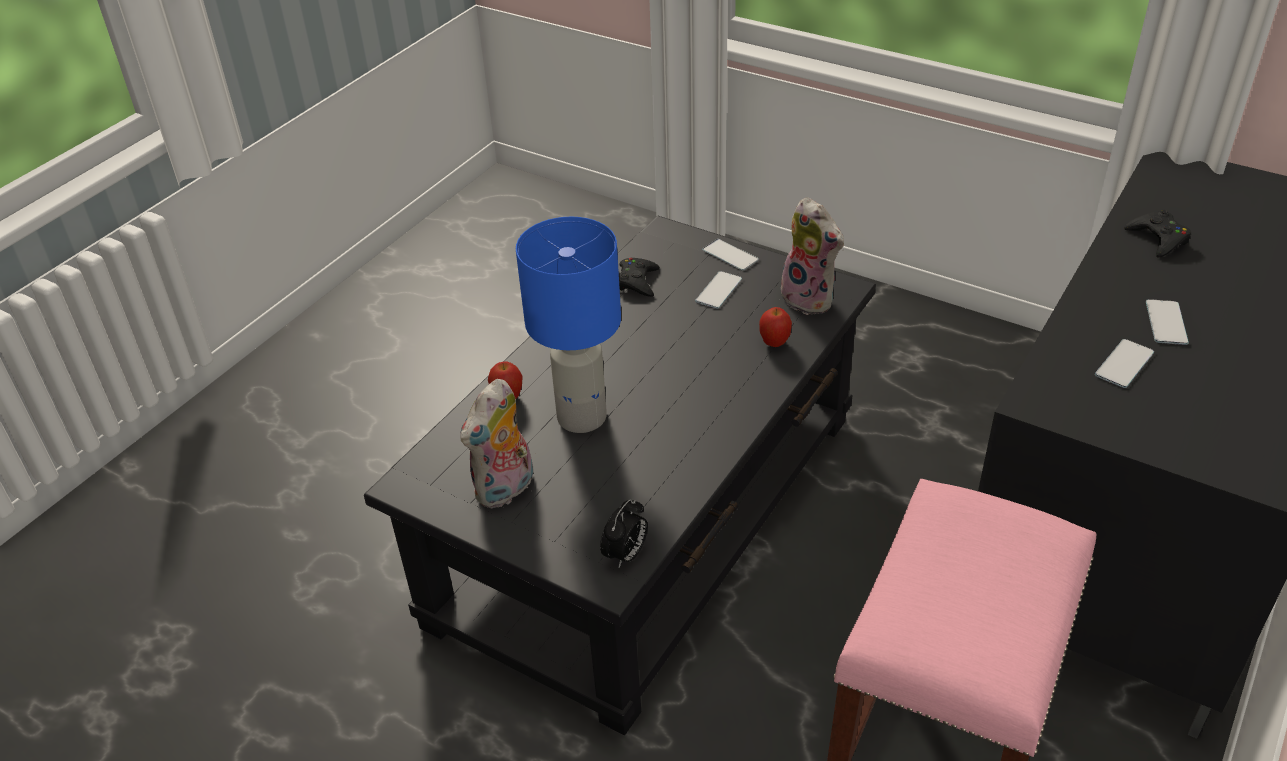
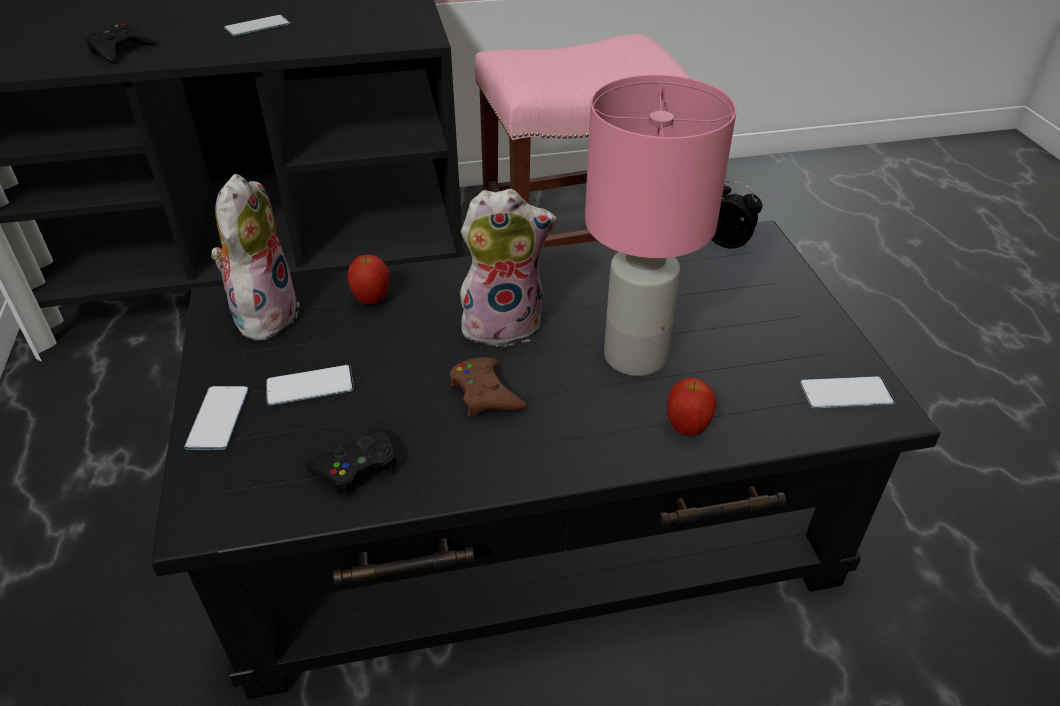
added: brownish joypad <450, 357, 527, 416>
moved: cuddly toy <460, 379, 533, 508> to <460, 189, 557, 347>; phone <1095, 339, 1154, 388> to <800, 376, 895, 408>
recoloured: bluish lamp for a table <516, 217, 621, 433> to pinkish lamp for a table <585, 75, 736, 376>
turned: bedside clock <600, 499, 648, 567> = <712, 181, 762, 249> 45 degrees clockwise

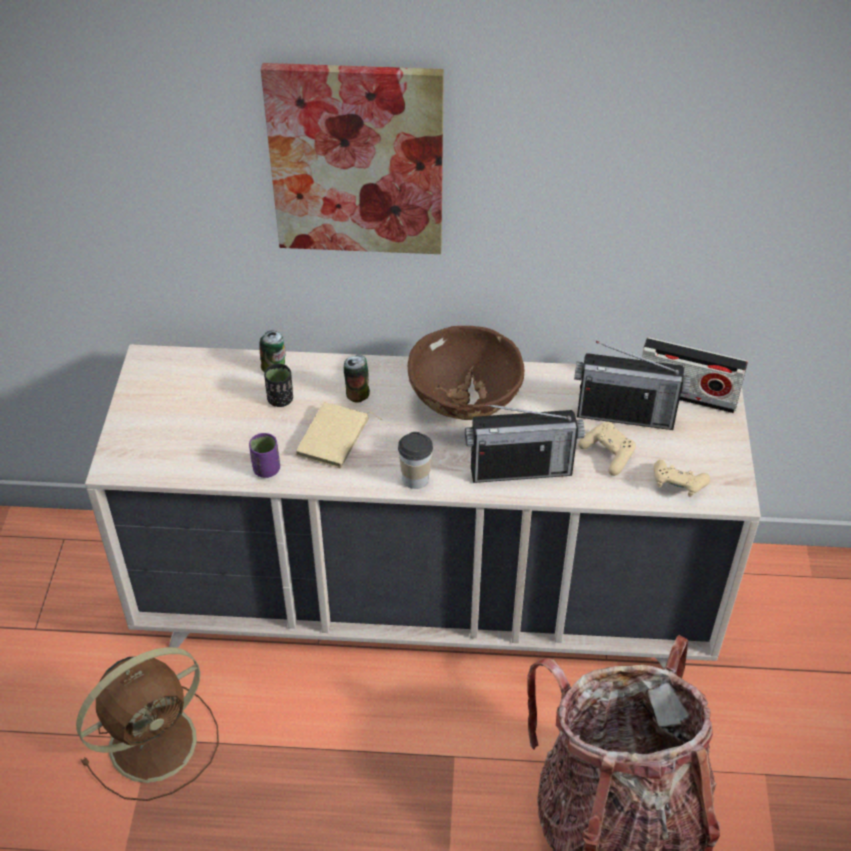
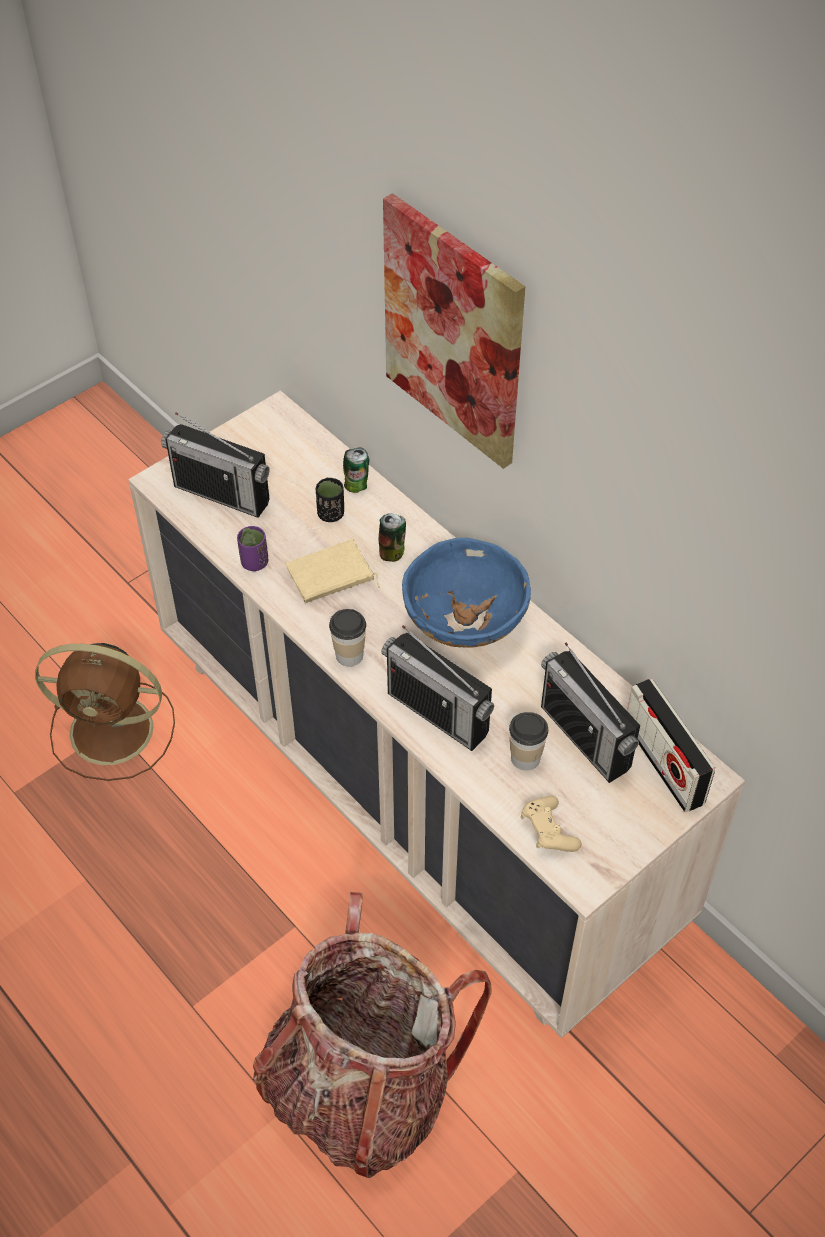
added: radio receiver <161, 413, 270, 518>
replaced: sand-coloured joypad <578, 422, 636, 476> to cup <509, 712, 548, 771>
recoloured: brownish serving bowl <407, 326, 524, 420> to bluish serving bowl <402, 538, 531, 648>

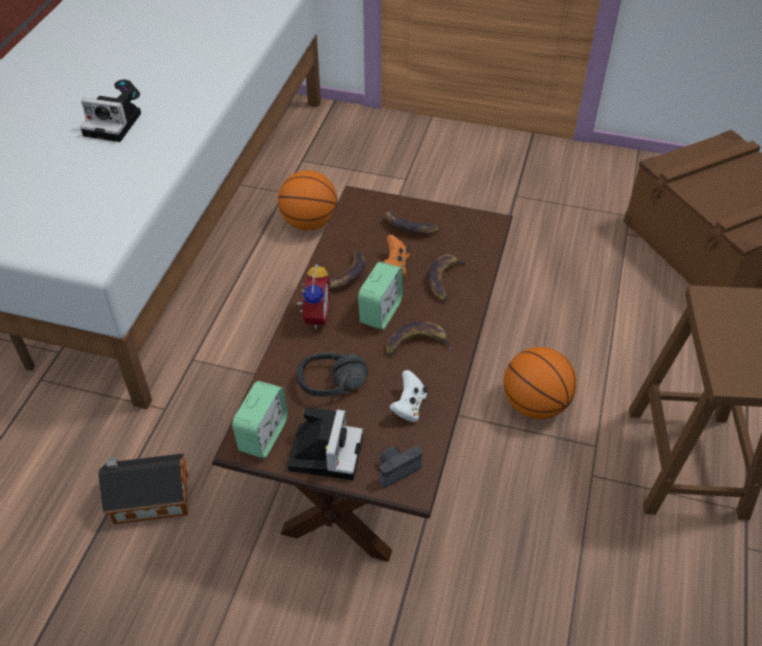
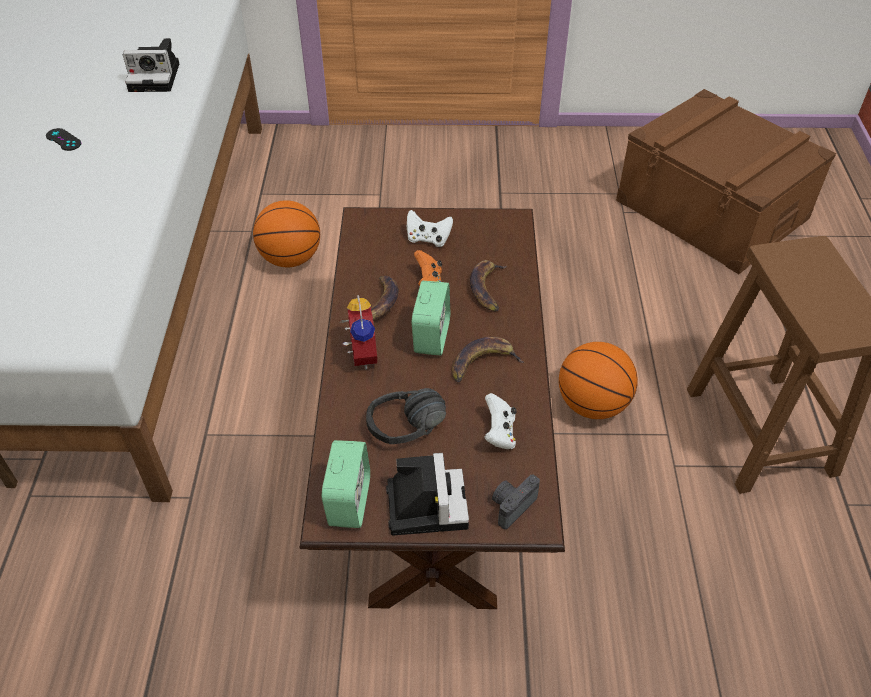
removed: model house <98, 453, 188, 524>
moved: photo camera <80, 90, 141, 142> to <123, 38, 179, 92>
replaced: whole banana <385, 208, 439, 234> to whitish joypad <407, 210, 453, 247>

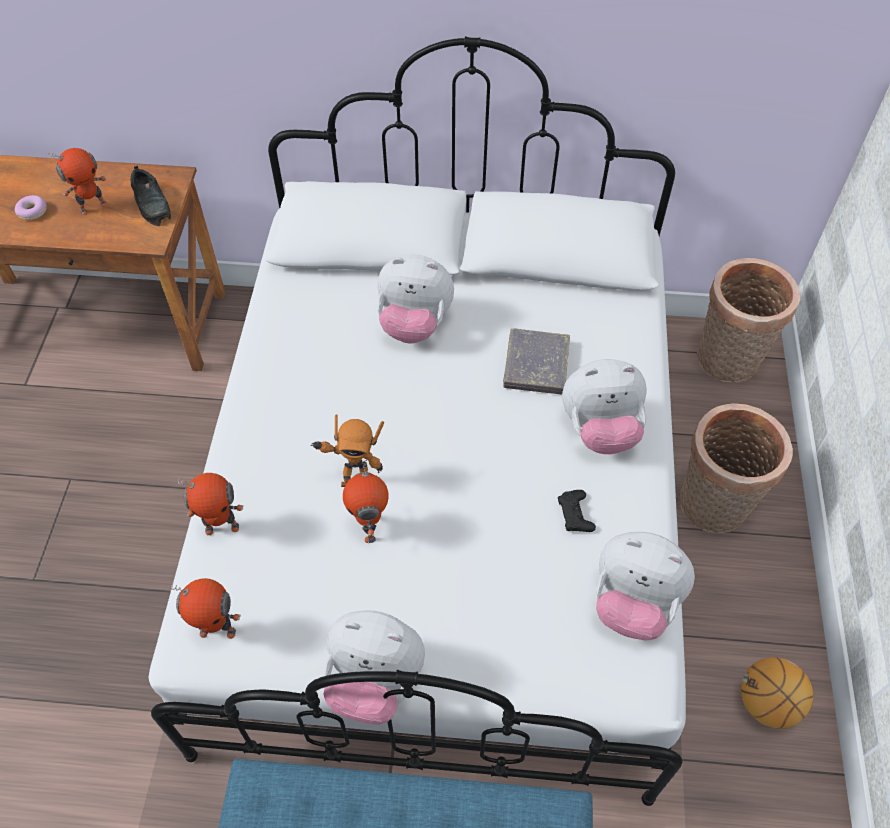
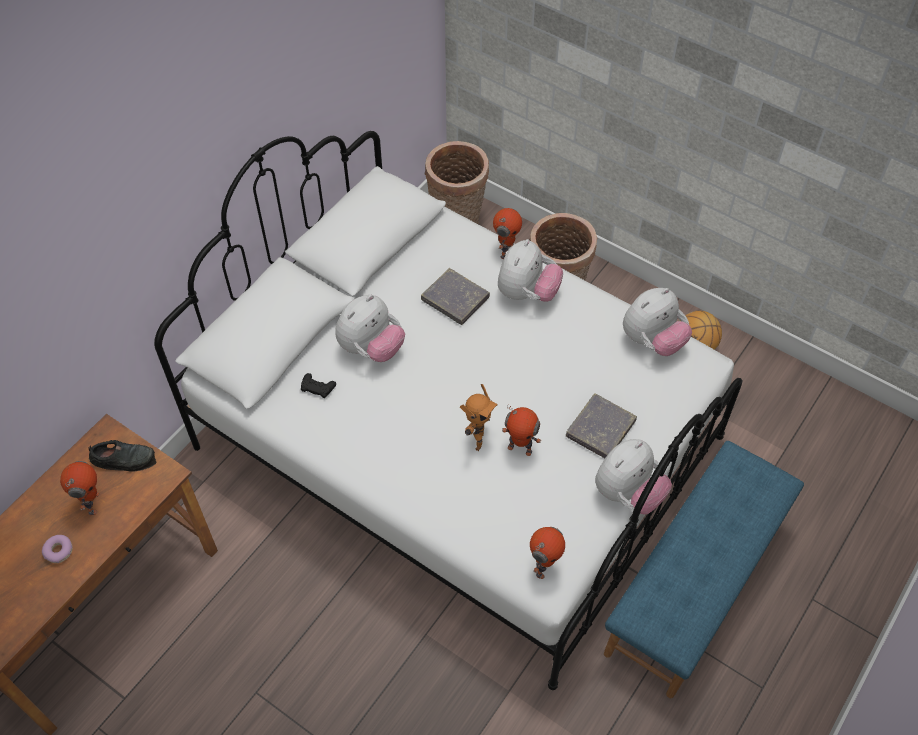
added: gray book <566, 393, 637, 458>
moved: model robot <178, 473, 243, 535> to <493, 208, 522, 259>; black joypad <558, 490, 596, 532> to <301, 373, 336, 398>

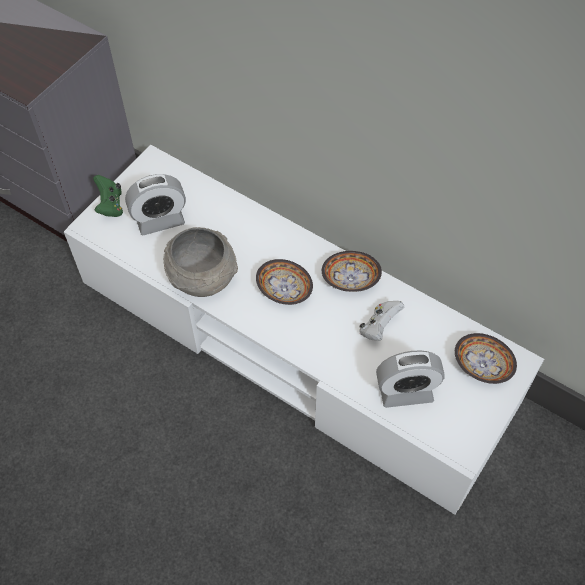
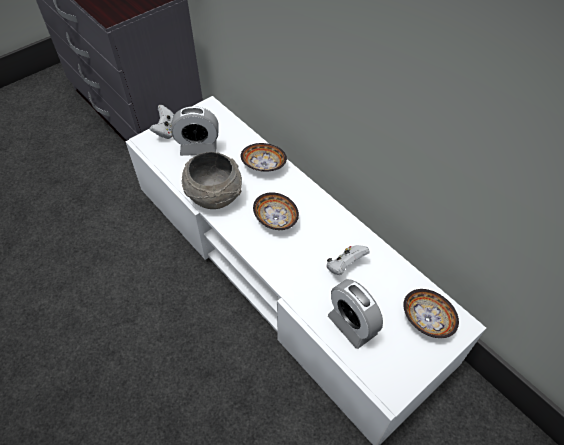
moved: serving bowl <322, 251, 382, 292> to <241, 143, 287, 172>
recoloured: greenish joypad <93, 175, 123, 217> to whitish joypad <150, 105, 175, 139>
turned: bedside clock <376, 350, 445, 408> = <328, 279, 383, 349> 45 degrees clockwise

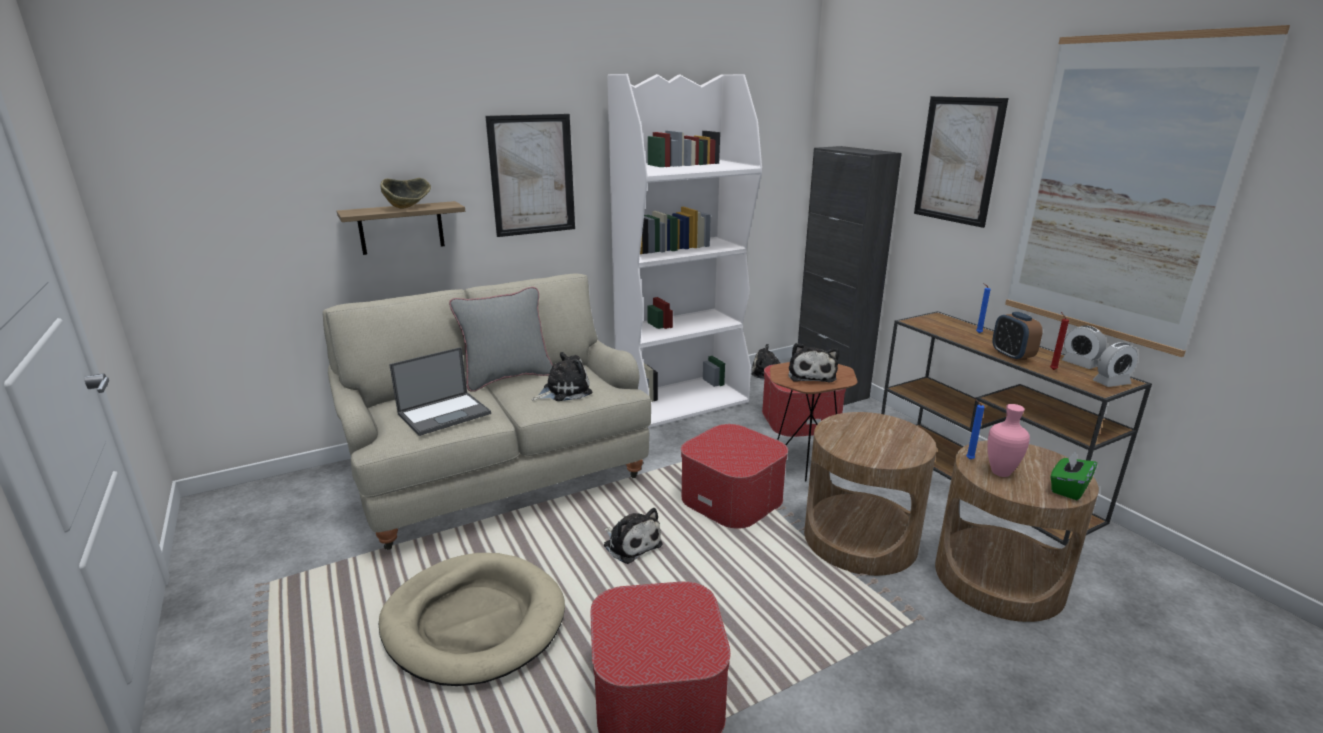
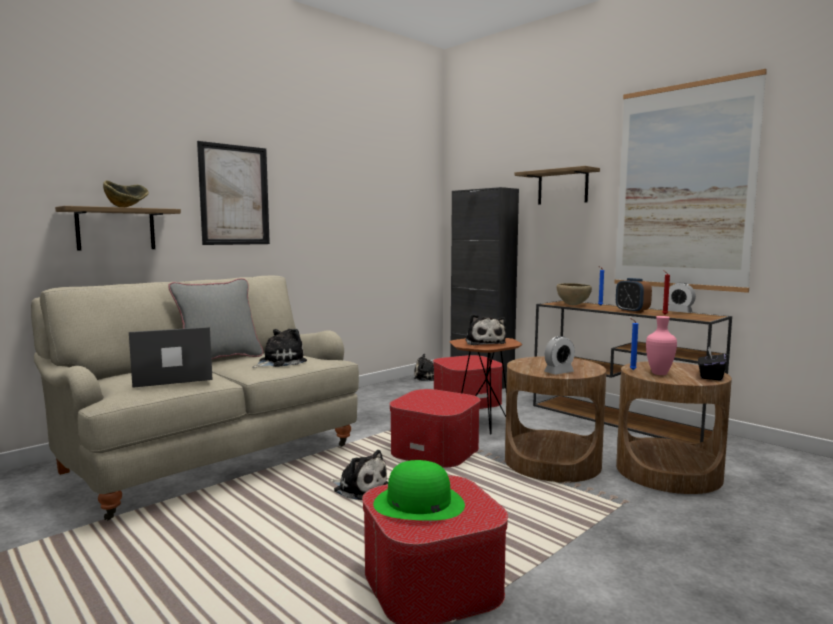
removed: sand-coloured dog cushion <378, 553, 565, 686>; whitish bookcase <607, 74, 762, 428>
added: greenish clothing hat <373, 460, 465, 521>; brownish serving bowl <556, 283, 592, 305>
moved: bedside clock <1093, 342, 1138, 387> to <544, 336, 575, 375>
replaced: wall picture <914, 96, 1009, 228> to bracket shelf <514, 166, 600, 204>
recoloured: greenish tissue box <1050, 450, 1097, 500> to black tissue box <698, 347, 726, 381>
turned: portable computer <389, 347, 491, 436> = <129, 327, 213, 388> 150 degrees counterclockwise

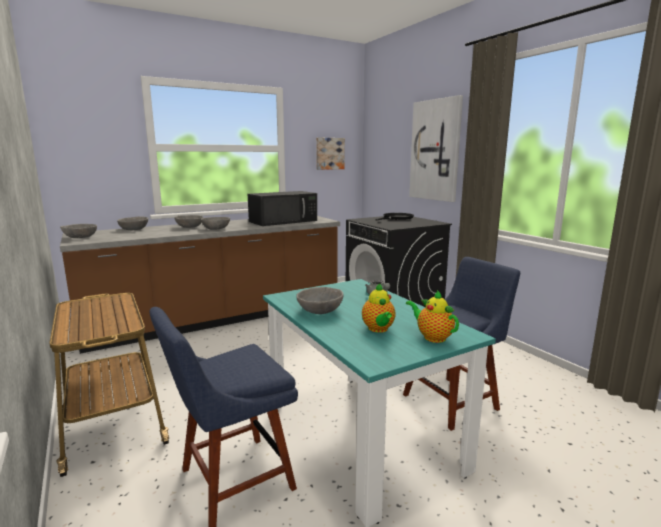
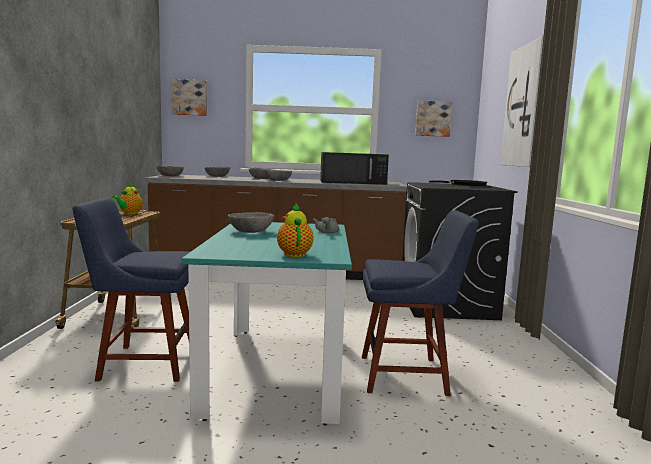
added: wall picture <171, 79, 207, 116>
moved: tea pot <362, 283, 396, 333> to <112, 183, 143, 214>

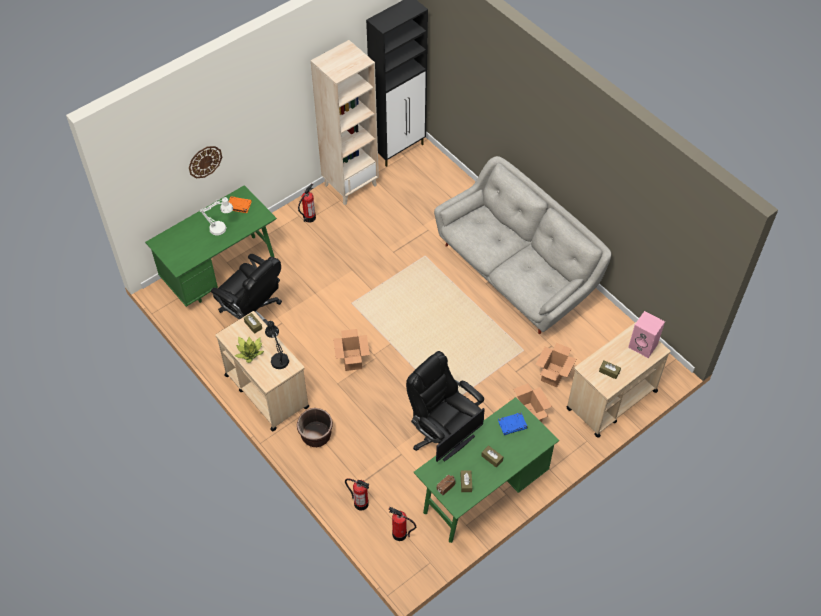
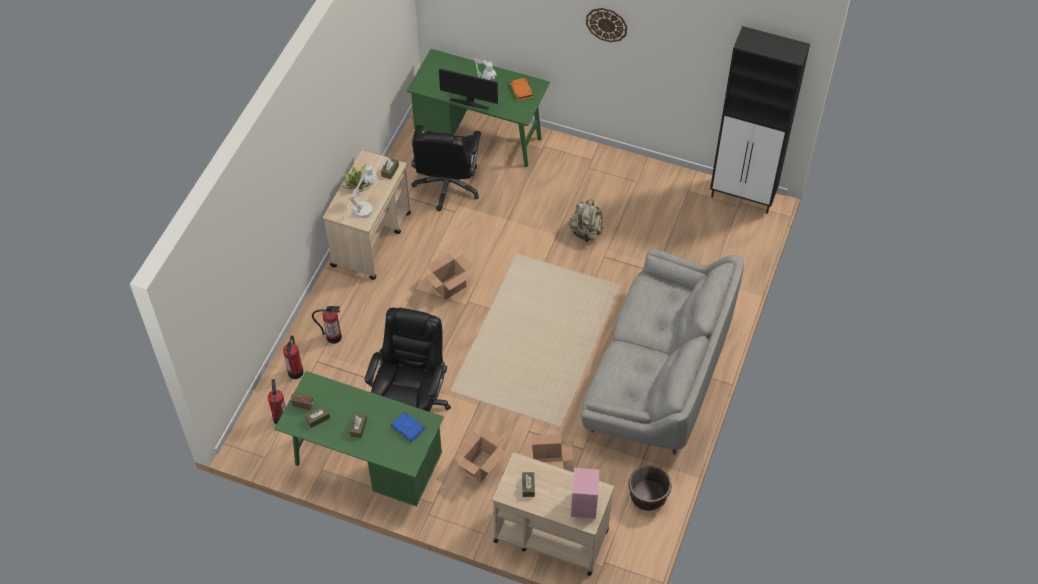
removed: sand-coloured bookcase <311, 40, 379, 205>
added: sand-coloured backpack <569, 200, 603, 242>
moved: wall clock <189, 146, 222, 178> to <586, 8, 627, 42>; brownish flower pot <297, 408, 333, 447> to <628, 465, 672, 511>; extinguisher <298, 183, 316, 223> to <312, 306, 342, 344>; computer display <436, 408, 485, 462> to <439, 68, 498, 110>
recoloured: black lamp for a table <265, 321, 289, 369> to whitish lamp for a table <349, 165, 377, 218>

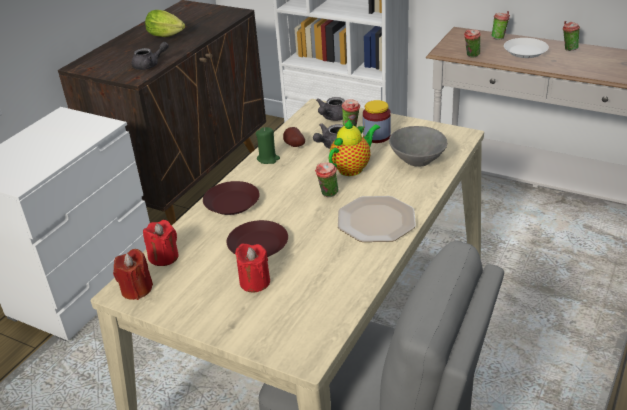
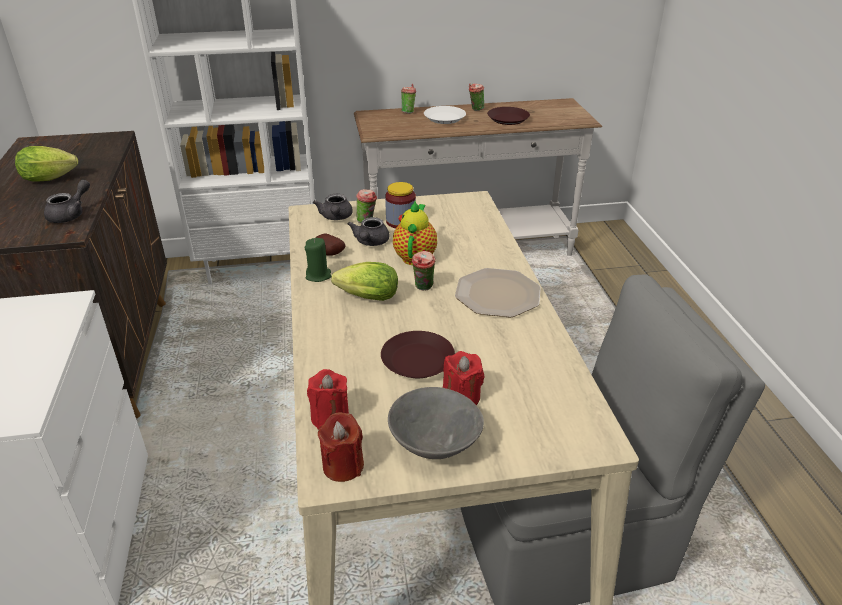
removed: cup <464, 29, 481, 58>
added: head of lettuce <331, 262, 398, 301>
moved: brownish dinner plate <203, 181, 260, 215> to <487, 107, 530, 125>; gray serving bowl <389, 126, 447, 166> to <388, 387, 484, 459>

